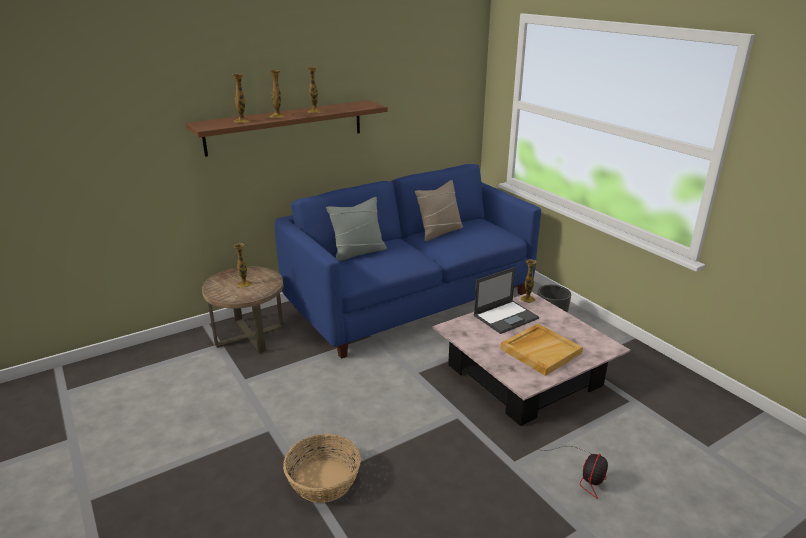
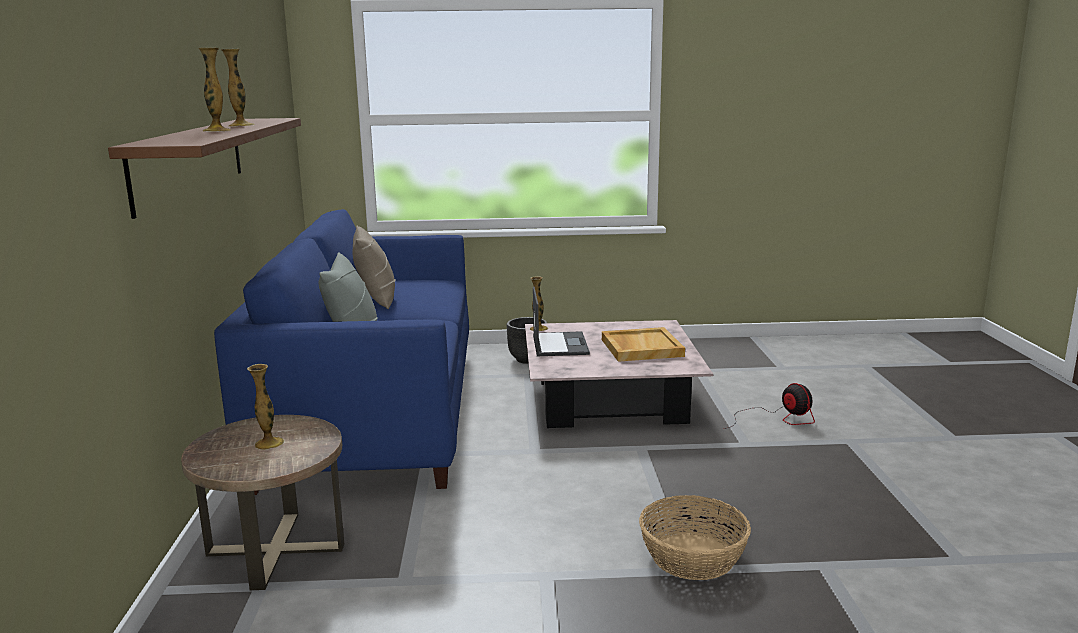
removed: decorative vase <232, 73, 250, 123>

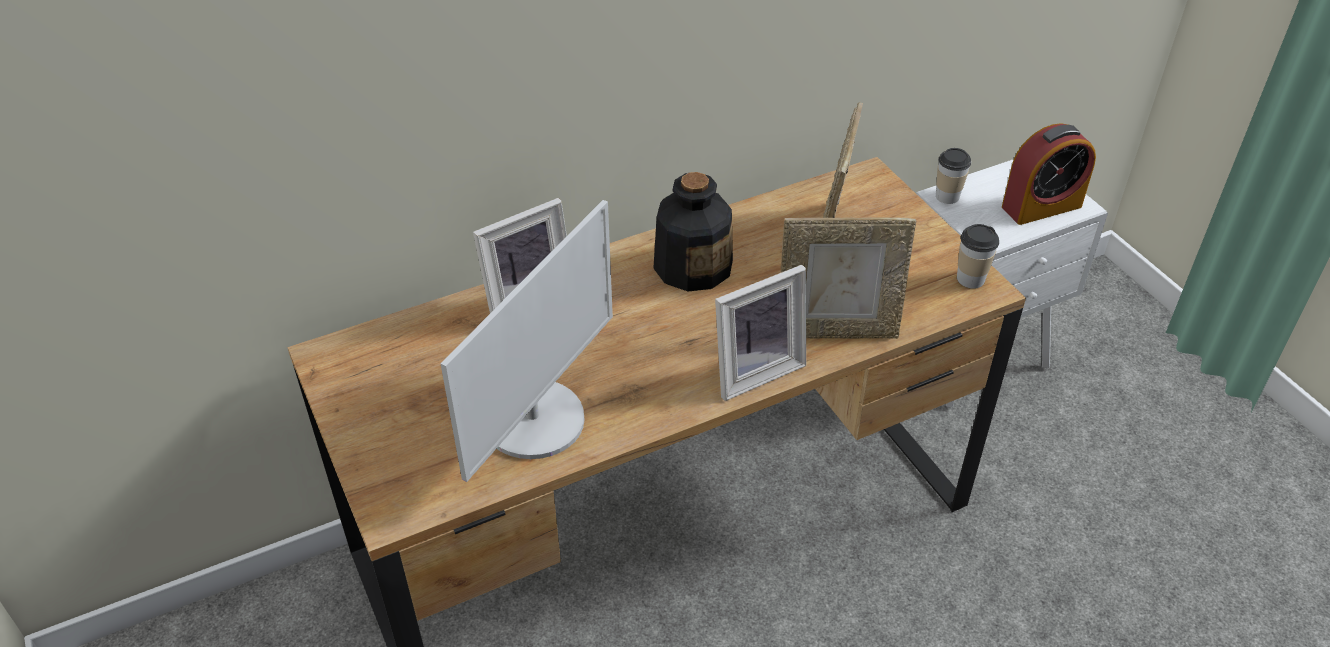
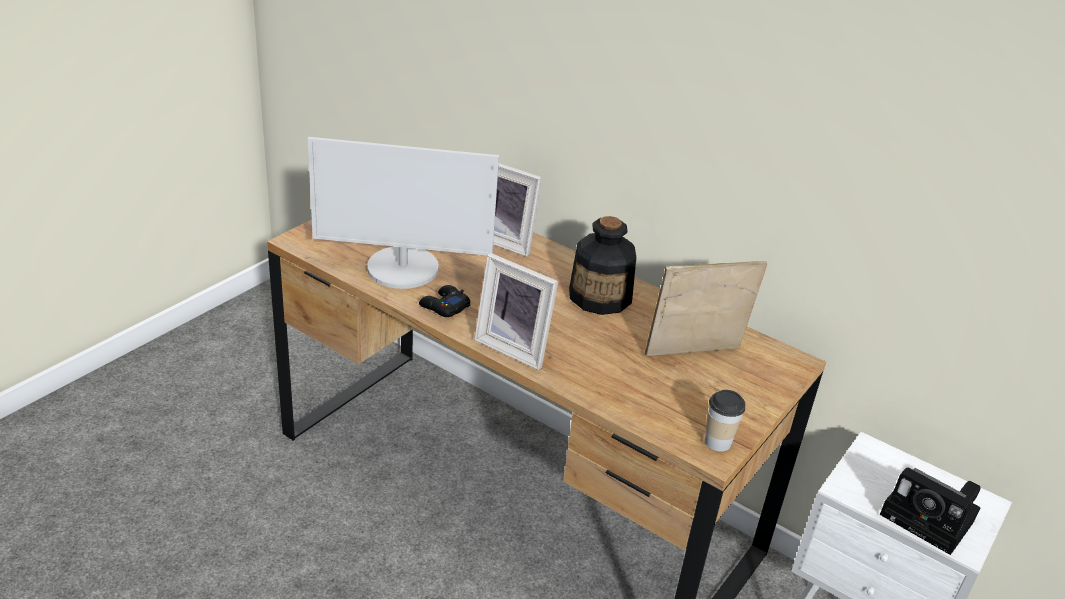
removed: picture frame <780, 217, 916, 339>; cup <936, 148, 971, 204>
added: black joypad <419, 285, 470, 317>
replaced: bedside clock <1002, 123, 1096, 225> to photo camera <880, 468, 981, 555>

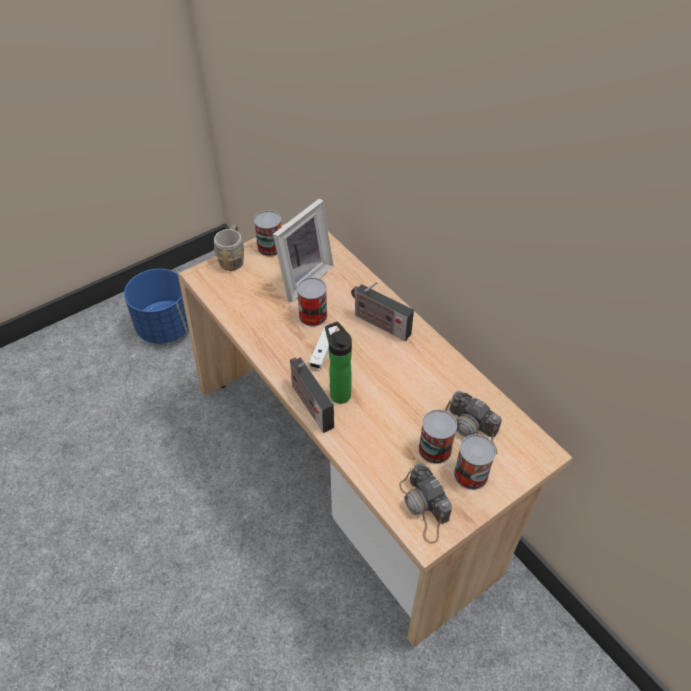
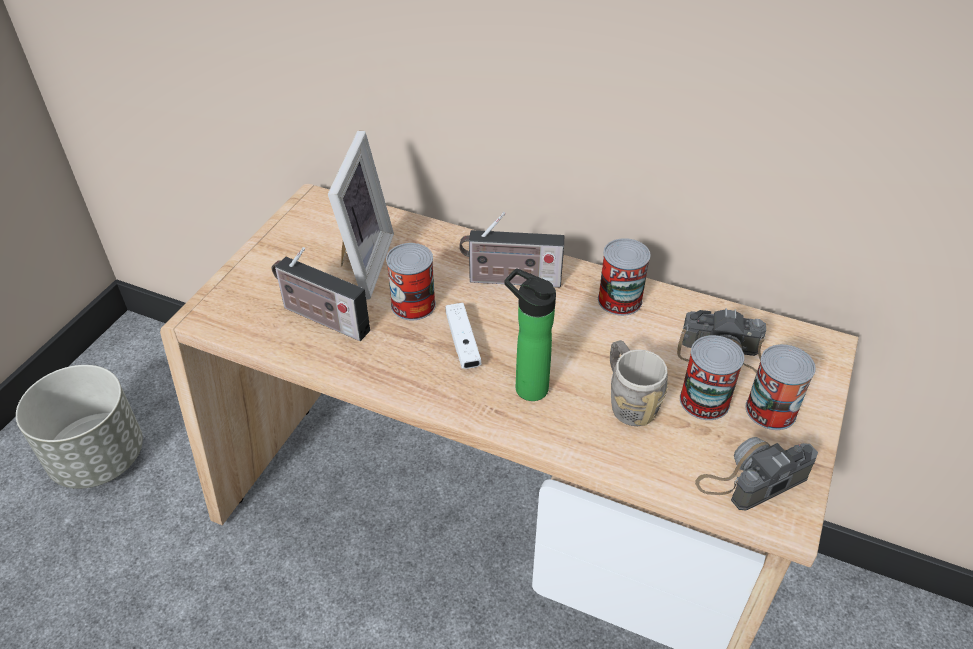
moved: gray tea mug <214, 225, 244, 271> to <610, 340, 668, 426>; sealed can <254, 211, 281, 257> to <598, 238, 650, 316>; radio receiver <290, 357, 334, 433> to <272, 247, 370, 341>
recoloured: bluish flower pot <124, 269, 189, 344> to gray flower pot <16, 365, 143, 489>
turned: photo camera <399, 463, 452, 544> = <695, 437, 818, 511> 120 degrees clockwise

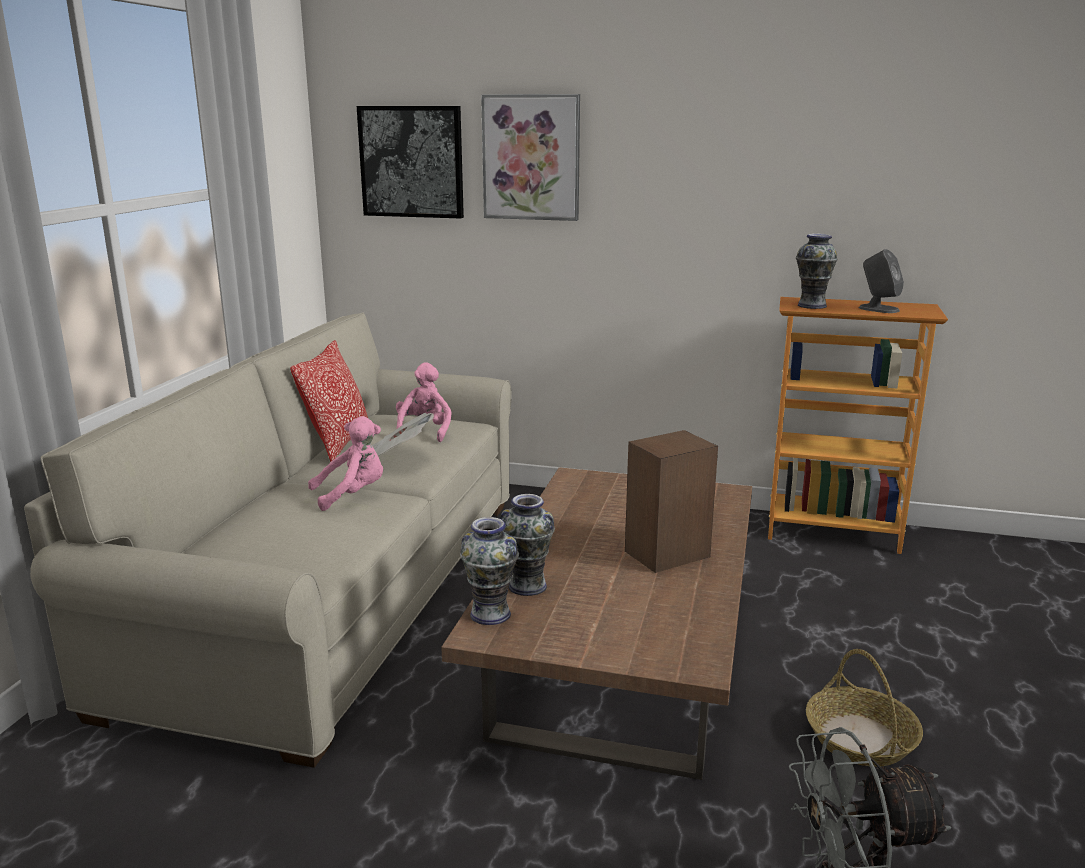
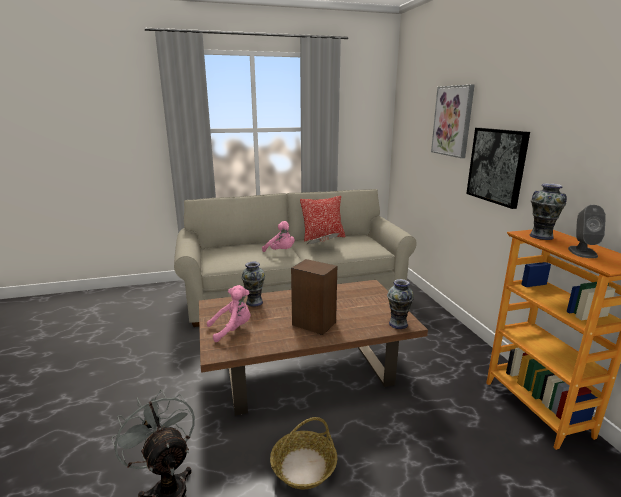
moved: wall picture <357, 106, 464, 218> to <466, 128, 530, 209>; pinkish cuddly toy <396, 362, 452, 442> to <207, 285, 251, 342>; decorative vase <460, 517, 519, 625> to <387, 279, 414, 329>

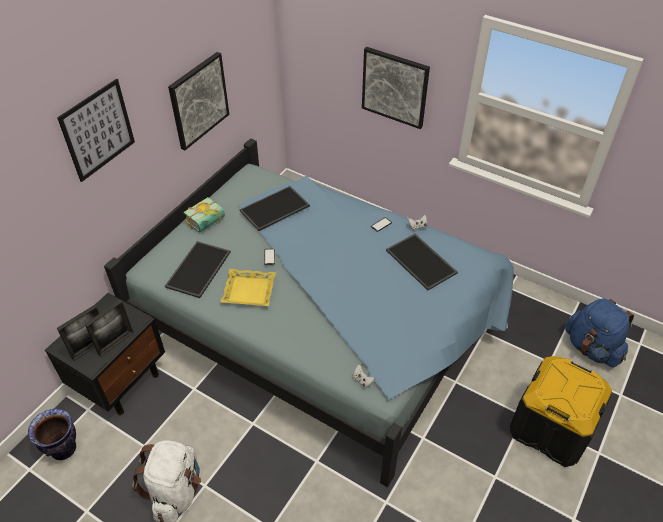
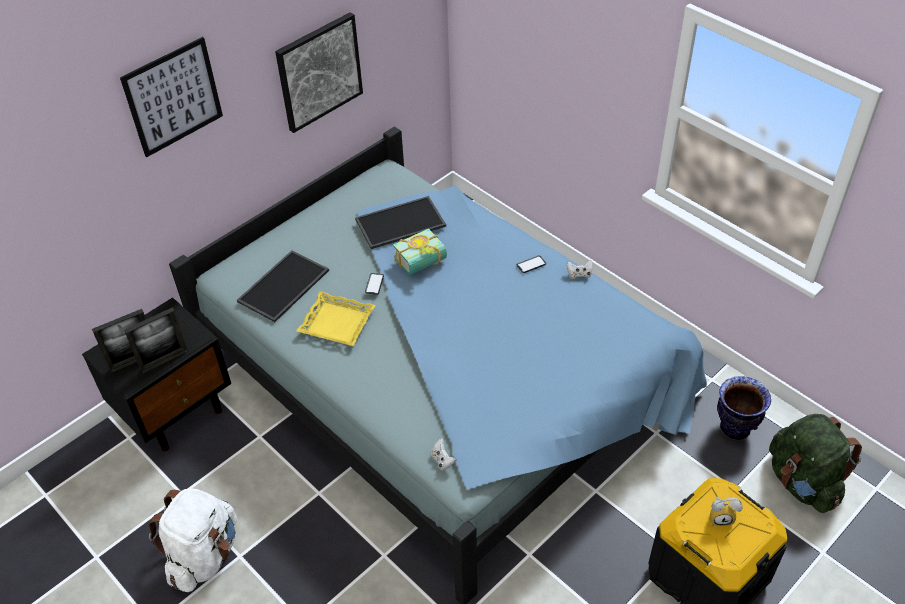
removed: wall picture <362, 47, 430, 129>; tray <386, 234, 458, 290>
added: bedside clock <710, 497, 743, 526>
moved: decorative vase <28, 409, 76, 460> to <717, 376, 771, 440>; book <184, 197, 225, 233> to <393, 228, 447, 275>
recoloured: bluish backpack <565, 298, 634, 367> to greenish backpack <769, 414, 862, 513>

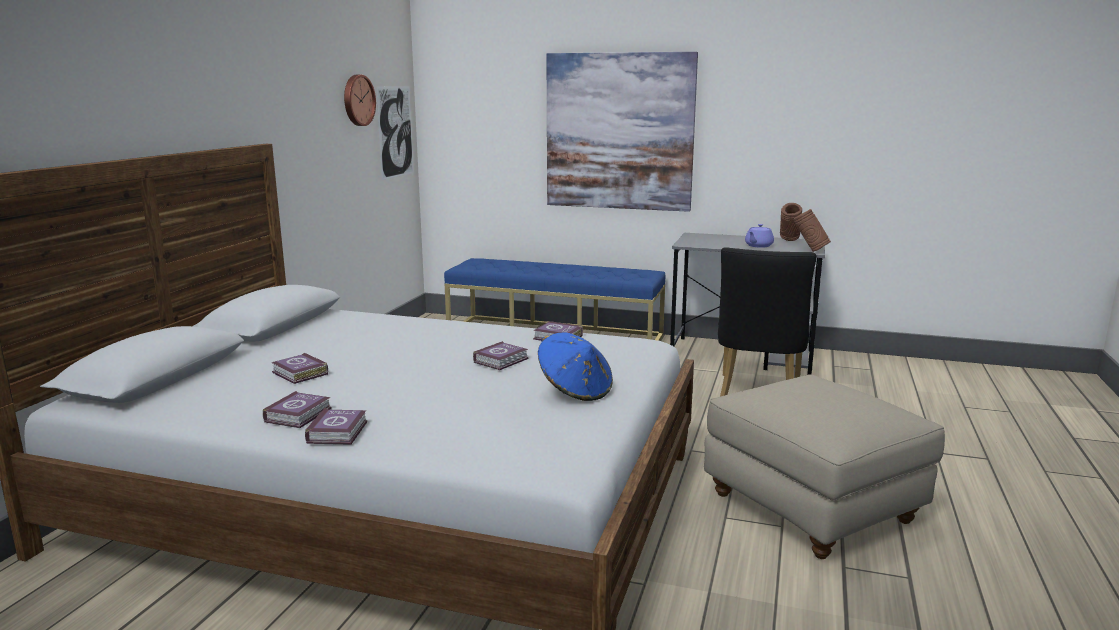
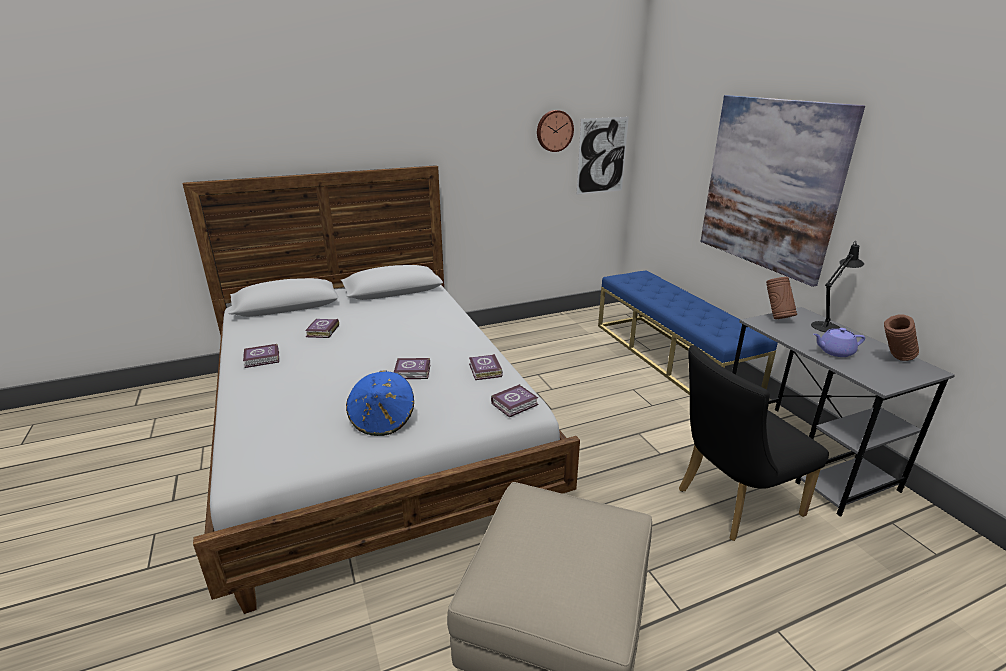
added: black lamp for a table <811, 241, 864, 332>
moved: book <305, 408, 367, 445> to <491, 384, 538, 417>; brownish decorative vase <793, 209, 831, 252> to <766, 277, 797, 319>

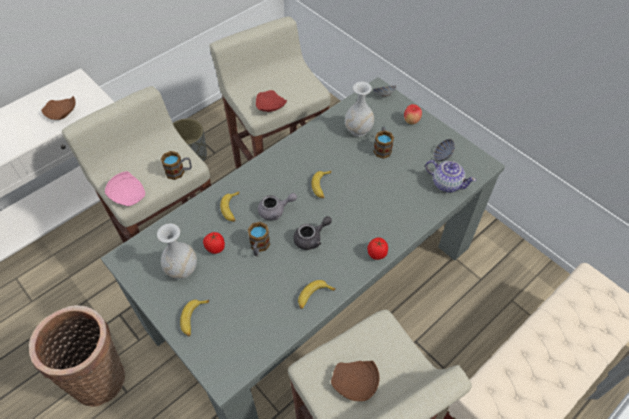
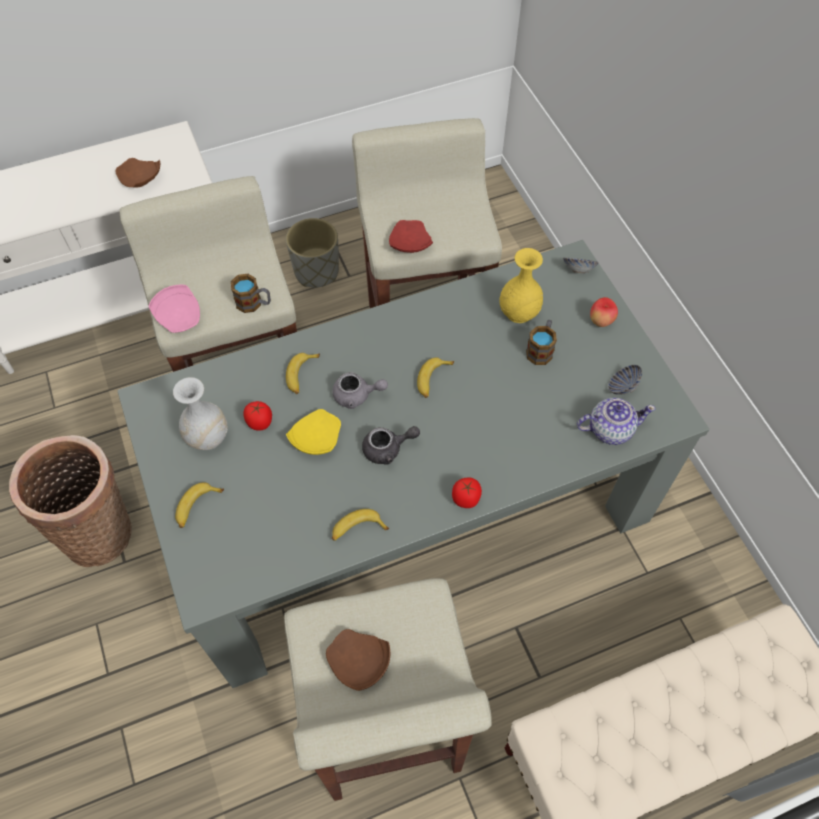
replaced: tea mug <248, 222, 270, 256> to yellow dinner plate <286, 409, 341, 455>
recoloured: whitish decorative vase <345, 82, 374, 137> to yellow decorative vase <499, 248, 543, 323>
turned: tea pot <425, 160, 476, 193> = <577, 397, 656, 445> 60 degrees counterclockwise

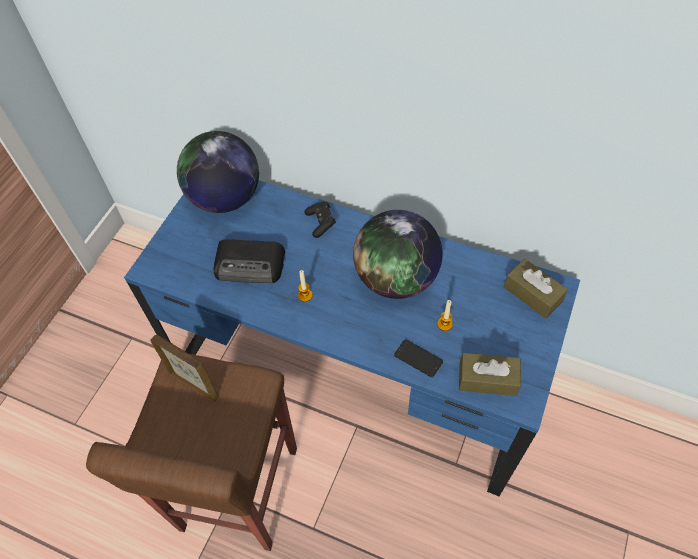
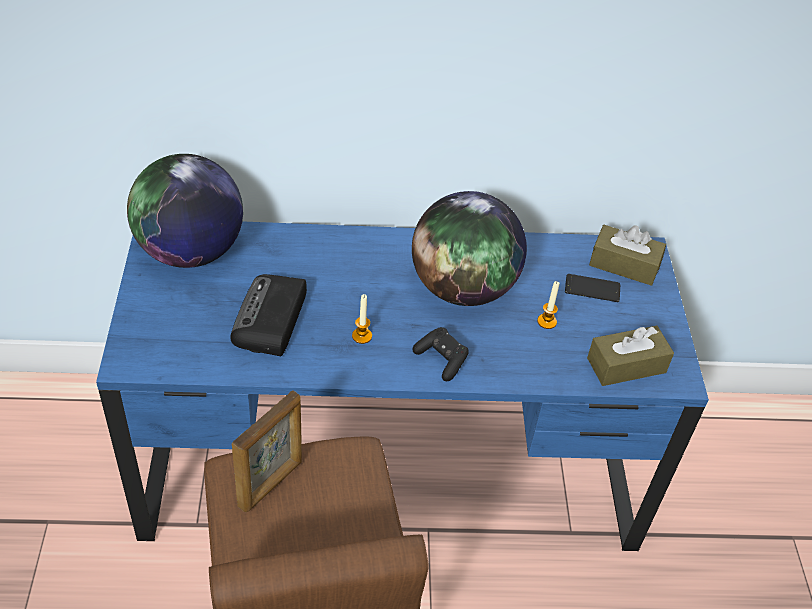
moved: black joypad <304, 202, 336, 238> to <413, 327, 468, 381>; phone <394, 339, 443, 378> to <565, 274, 620, 302>
turned: picture frame <150, 335, 219, 402> = <232, 391, 302, 512> 120 degrees clockwise; radio receiver <214, 239, 285, 283> = <230, 274, 307, 356> 120 degrees clockwise

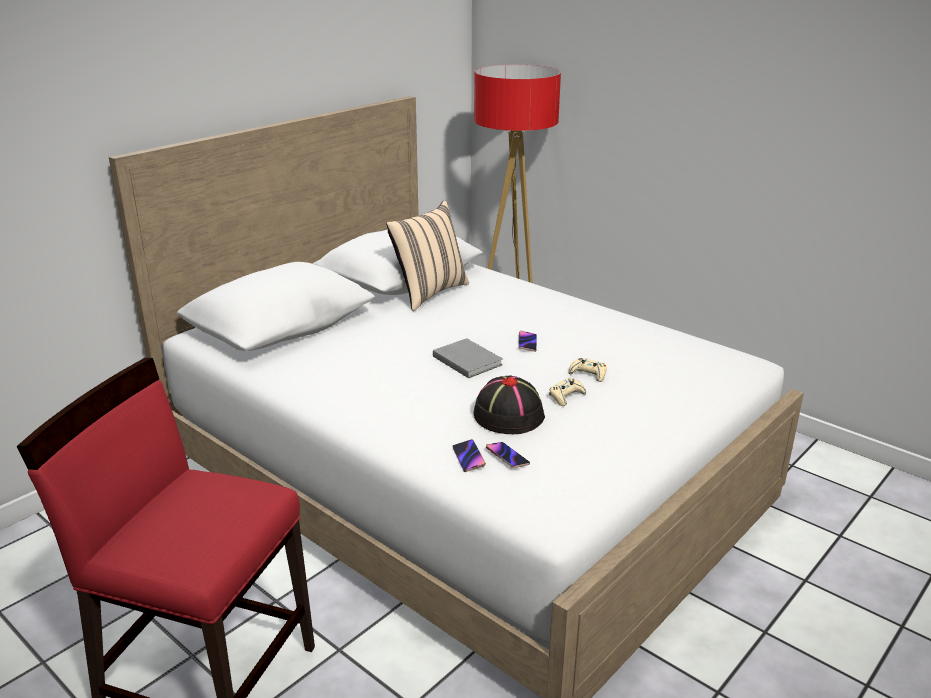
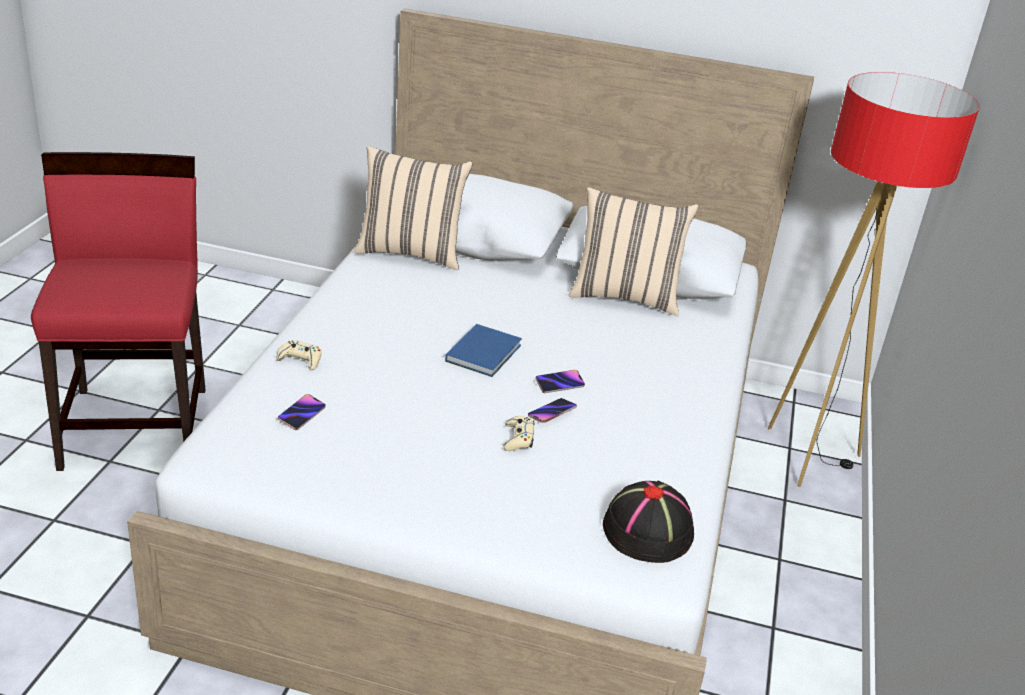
added: sand-coloured throw pillow <354, 146, 472, 270>
moved: phone <453, 439, 486, 472> to <528, 398, 577, 423>; black clothing hat <473, 375, 545, 434> to <603, 481, 694, 563>; sand-coloured joypad <549, 378, 586, 406> to <276, 340, 322, 370>
recoloured: gray book <433, 338, 503, 378> to bluish book <445, 324, 522, 377>

